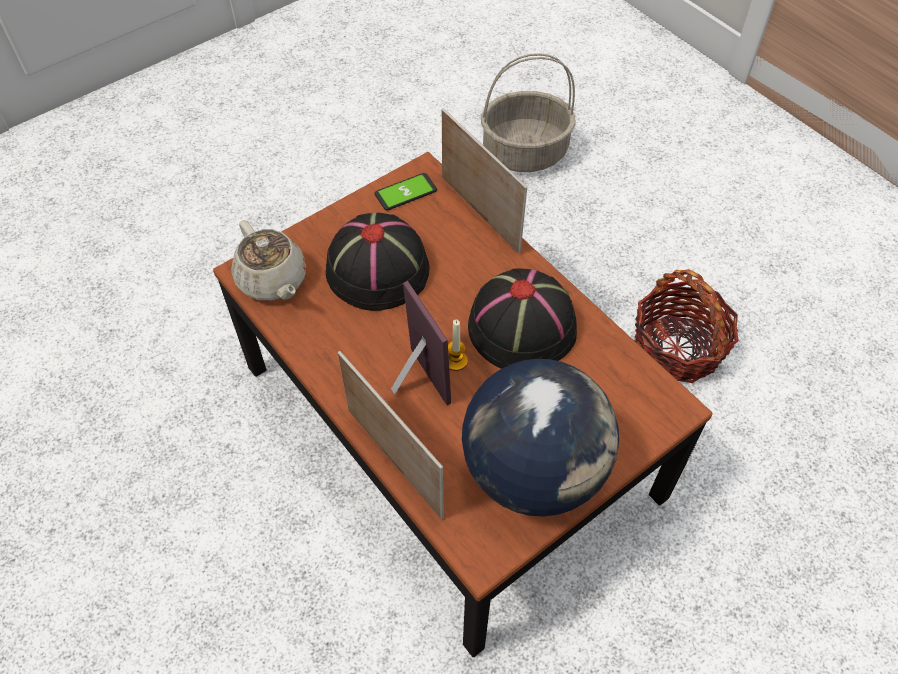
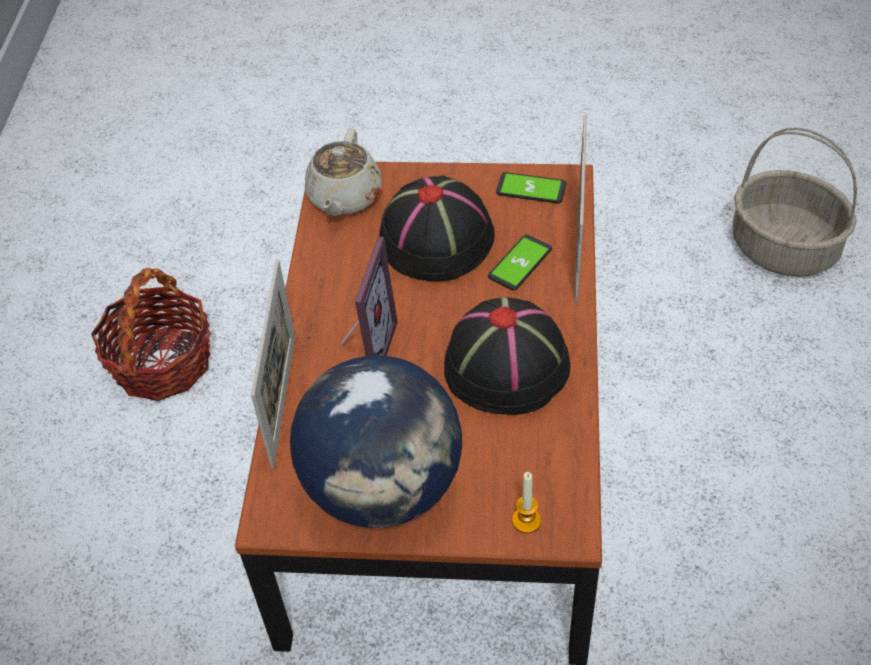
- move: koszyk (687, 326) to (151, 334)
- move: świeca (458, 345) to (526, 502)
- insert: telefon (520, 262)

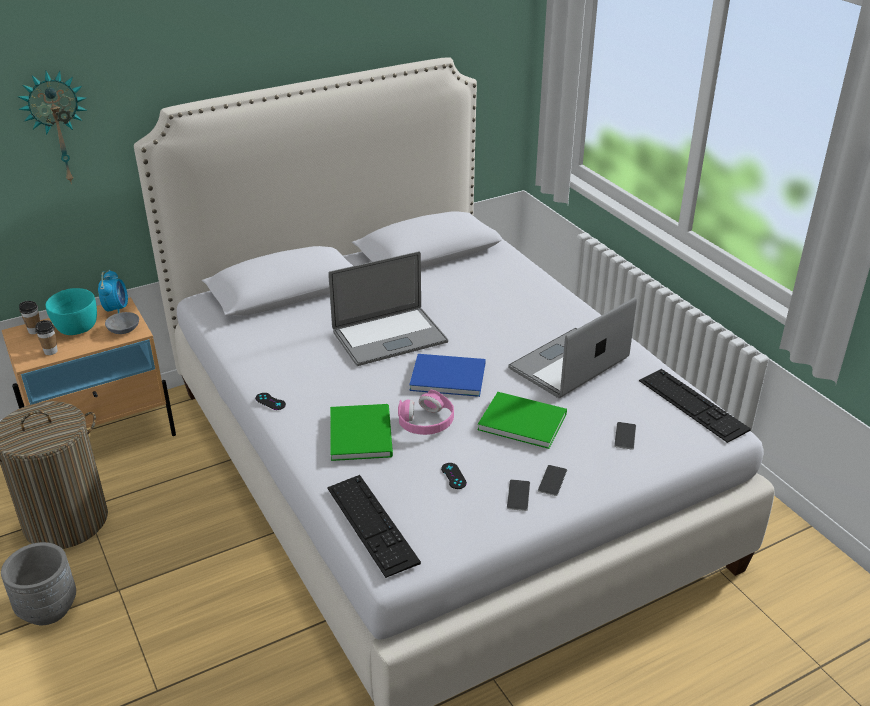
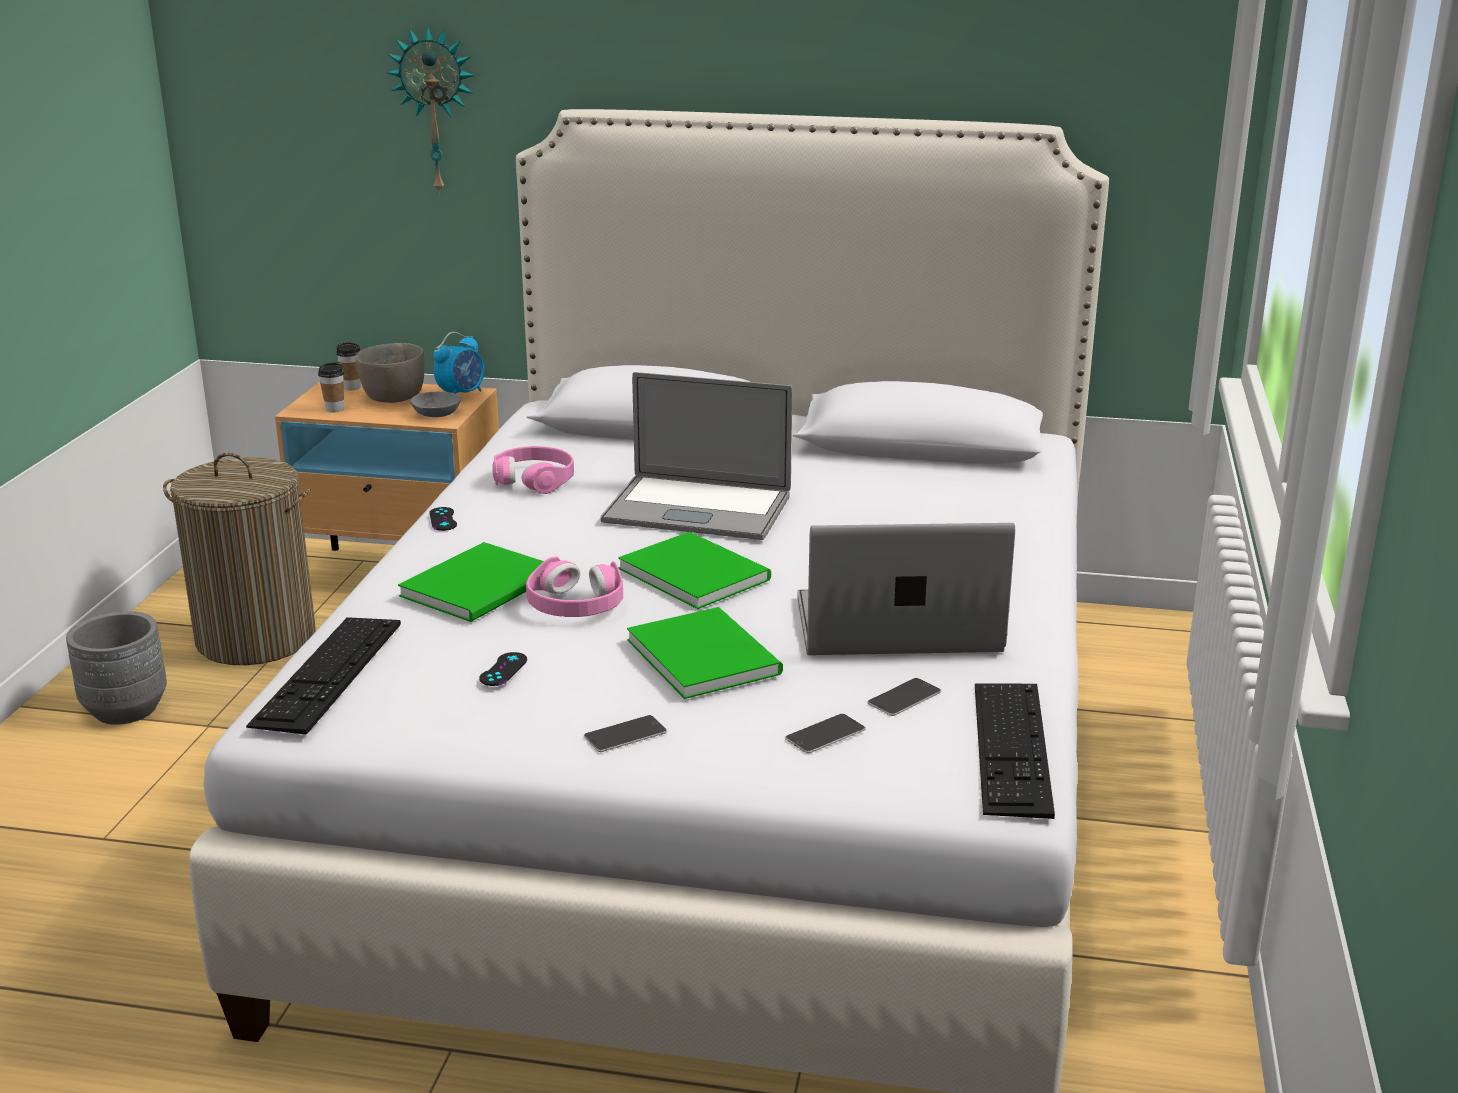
- recolor: miska (turkusowy) (71, 311) to miska (szary) (390, 373)
- recolor: książka (niebieski) (447, 375) to książka (zielony) (694, 570)
- move: telefon (518, 495) to (904, 697)
- insert: słuchawki (różowy) (533, 470)

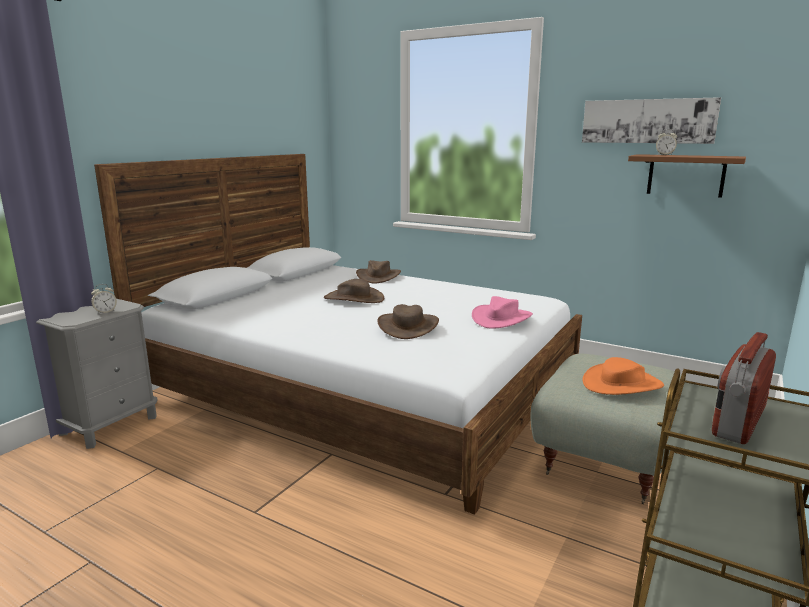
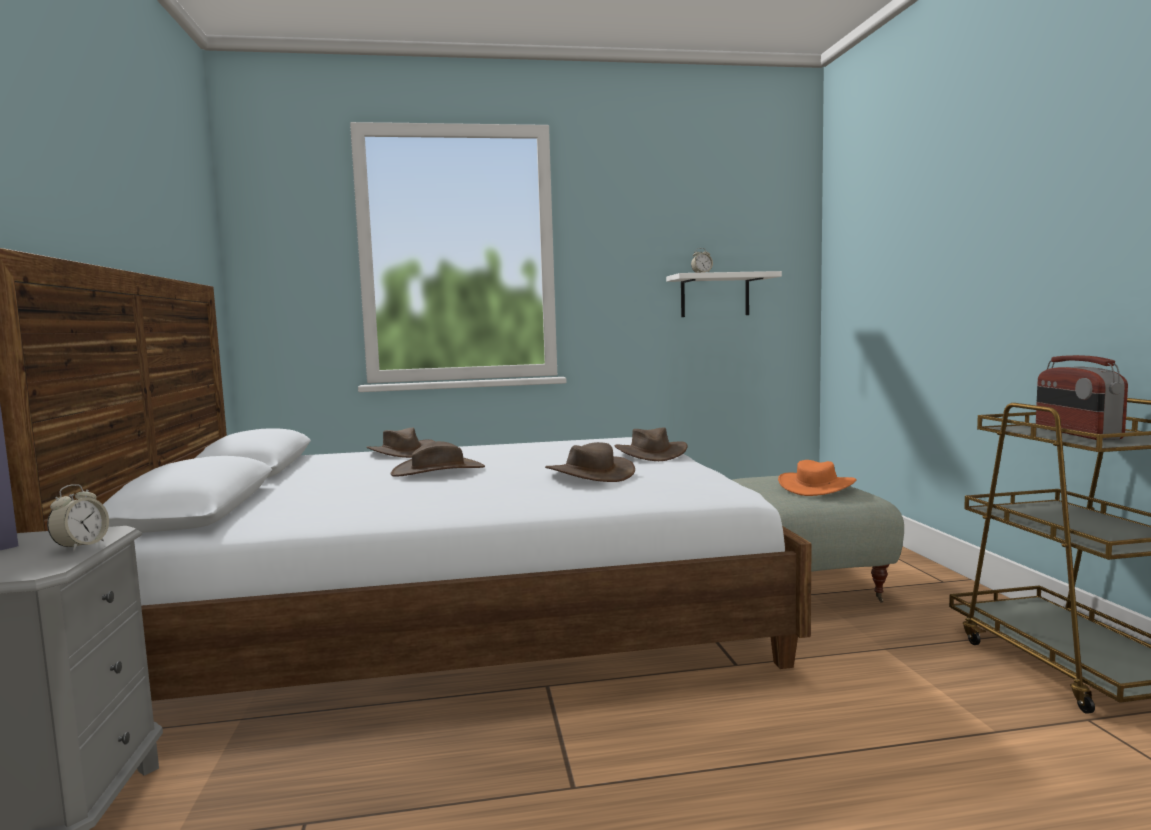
- delete: obraz (651, 120)
- recolor: półka (brązowy) (687, 176) to półka (biały) (724, 294)
- recolor: kapelusz (różowy) (502, 312) to kapelusz (brązowy) (651, 444)

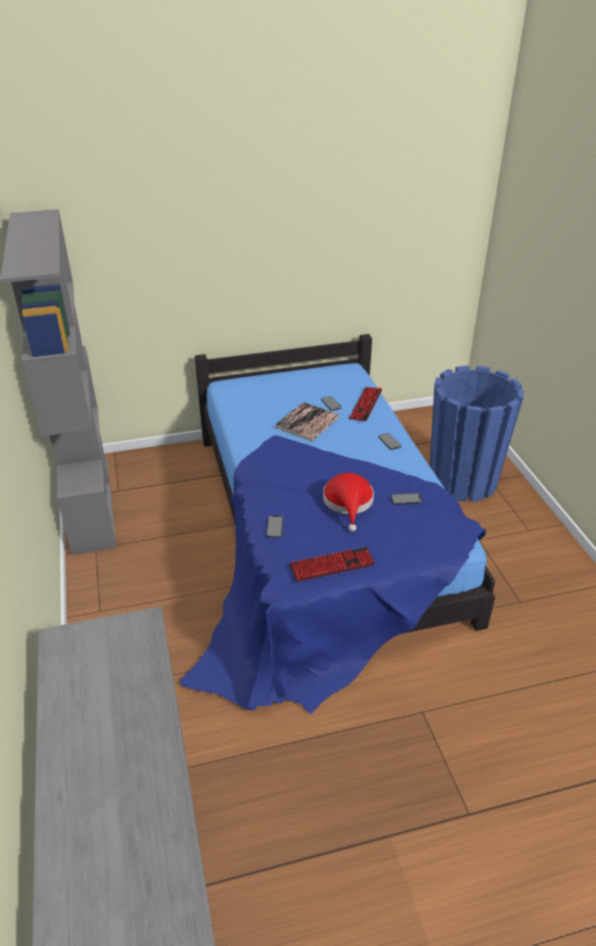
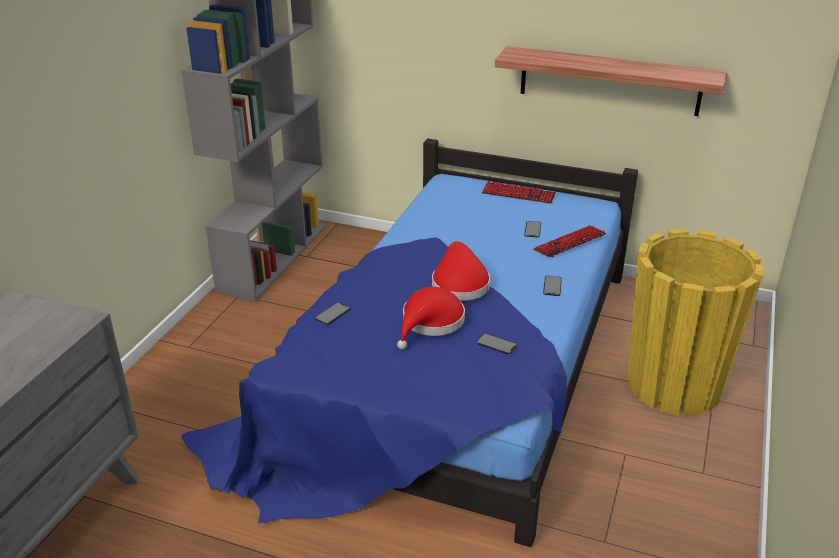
- recolor: donica (niebieski) (477, 433) to donica (żółty) (695, 322)
- delete: książka (307, 422)
- move: klawiatura (332, 564) to (519, 192)
- insert: półka (611, 81)
- insert: kapelusz (czerwony) (461, 271)

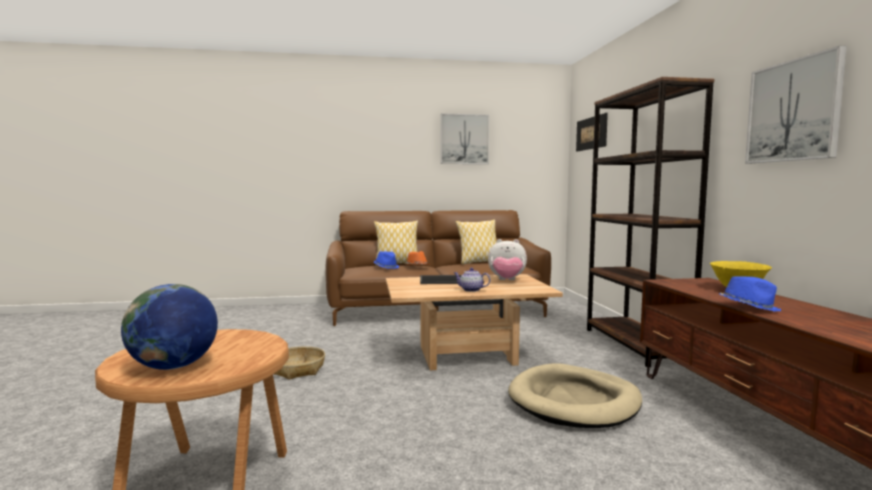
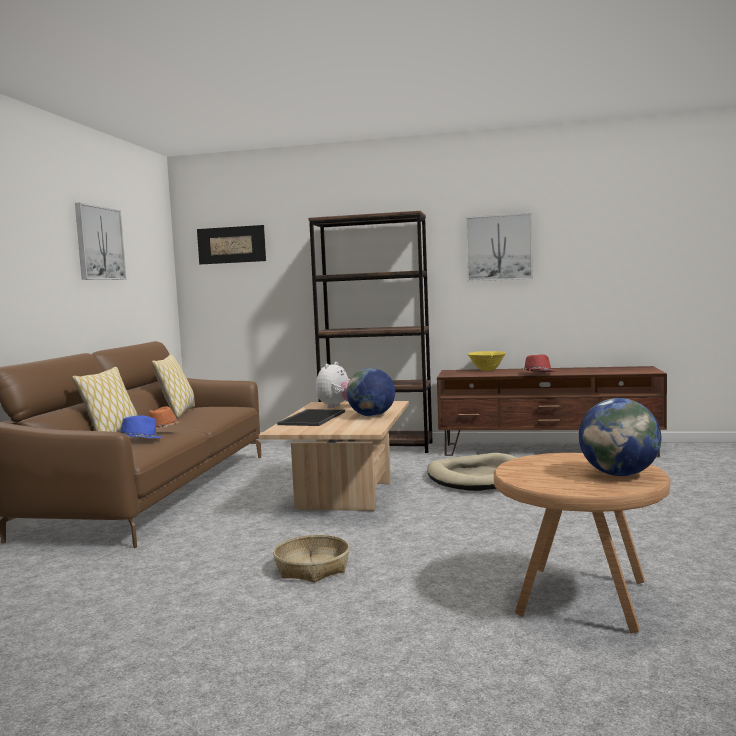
- replace: imbryk (472, 280) to globus (371, 392)
- recolor: kapelusz (niebieski) (750, 293) to kapelusz (czerwony) (538, 363)

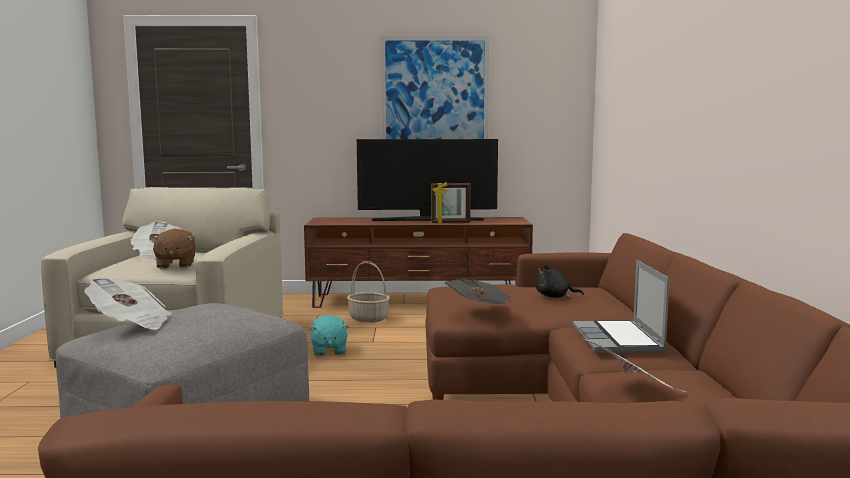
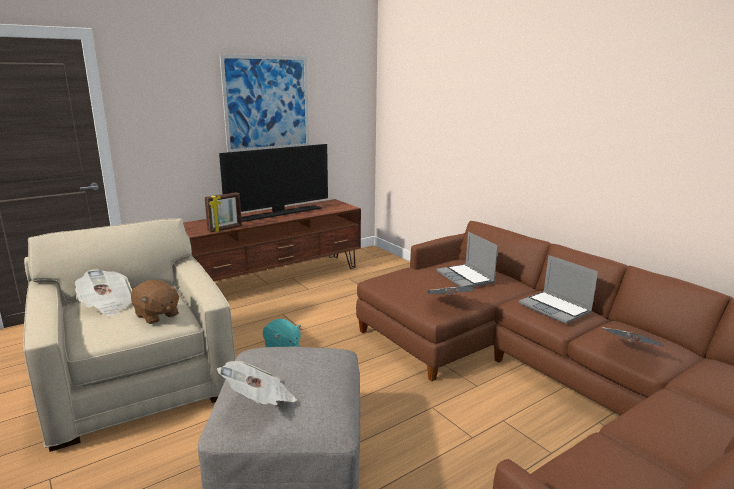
- move: ramka na zdjęcie (451, 202) to (223, 212)
- delete: koszyk (368, 291)
- replace: pluszak (czarny) (559, 281) to laptop (467, 259)

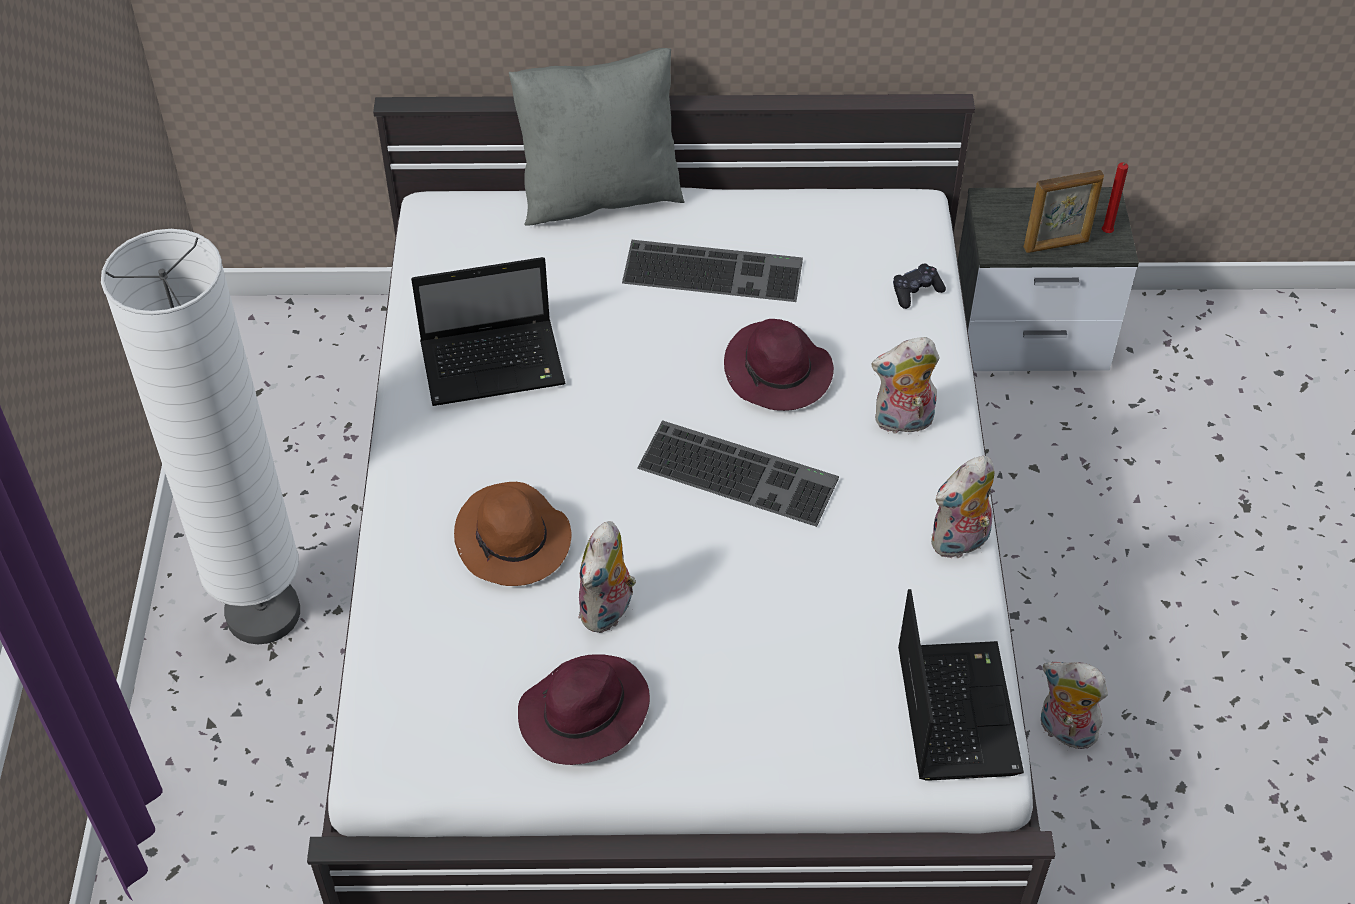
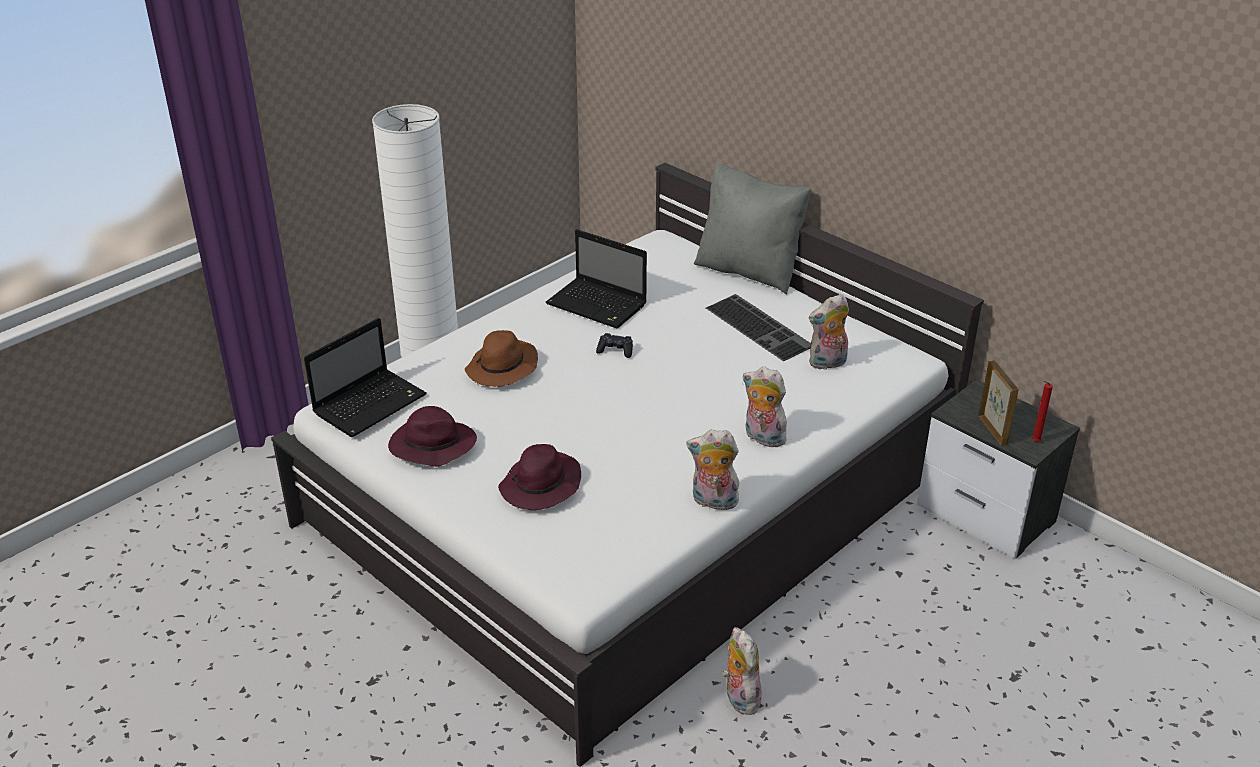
- rotate: ramka na zdjęcie (1064, 211) = (999, 403) 135 degrees counterclockwise
- move: pad do gier (czarny) (919, 286) to (614, 345)
- move: kapelusz (fioletowy) (779, 365) to (539, 477)
- delete: klawiatura (738, 473)
- move: pluszak (607, 577) to (829, 332)
- move: laptop (961, 685) to (365, 377)

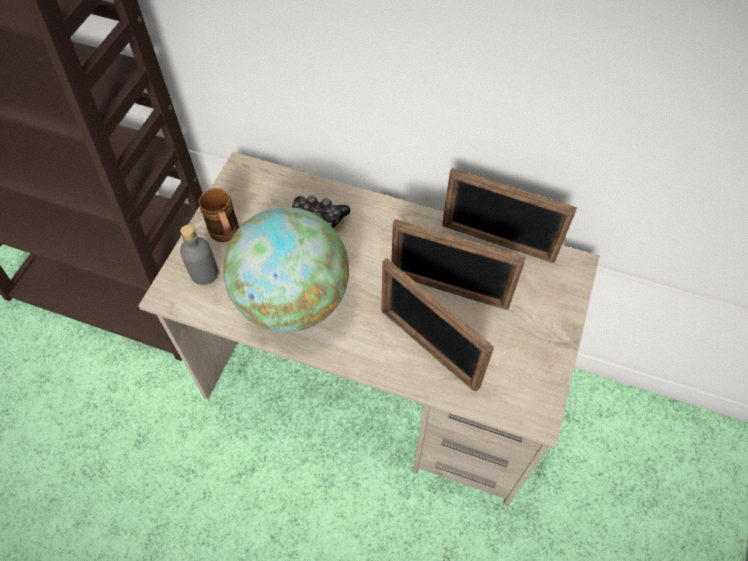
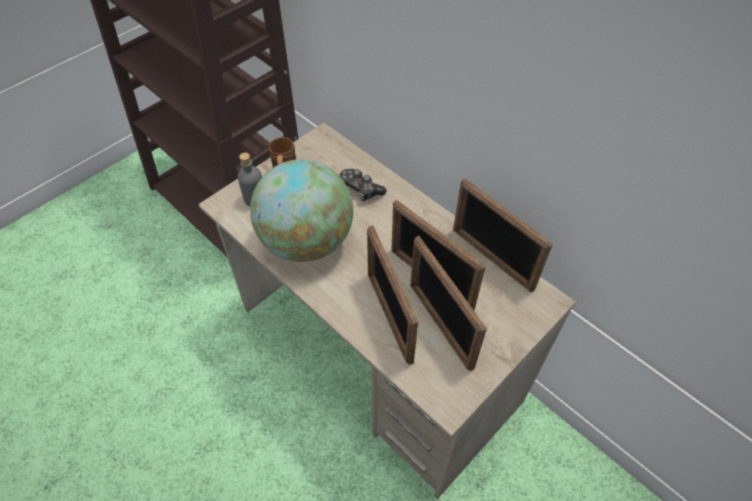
- insert: ramka na zdjęcie (448, 303)

